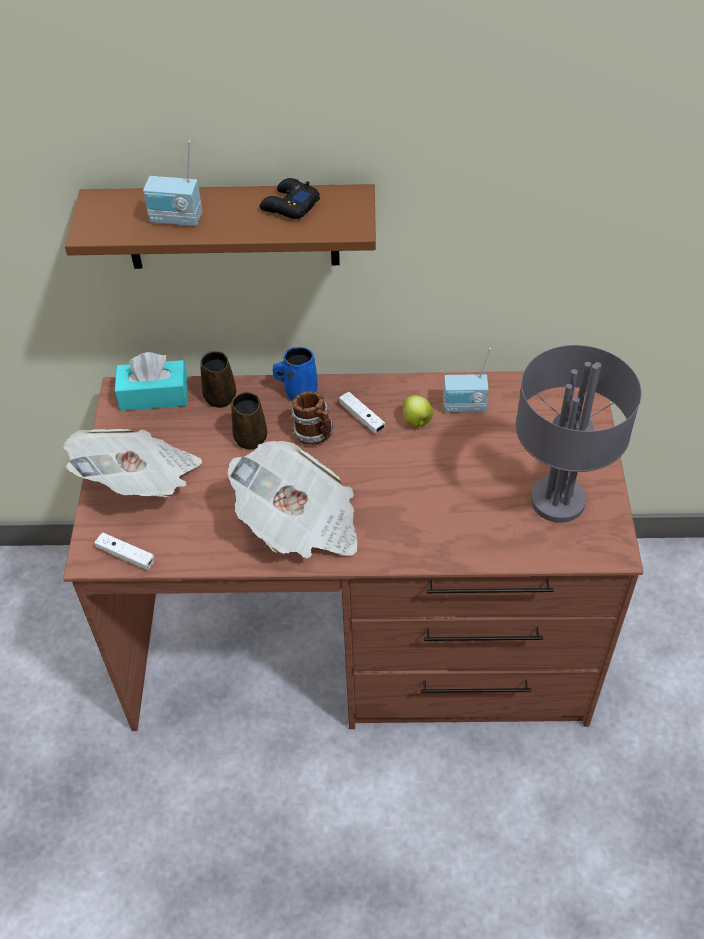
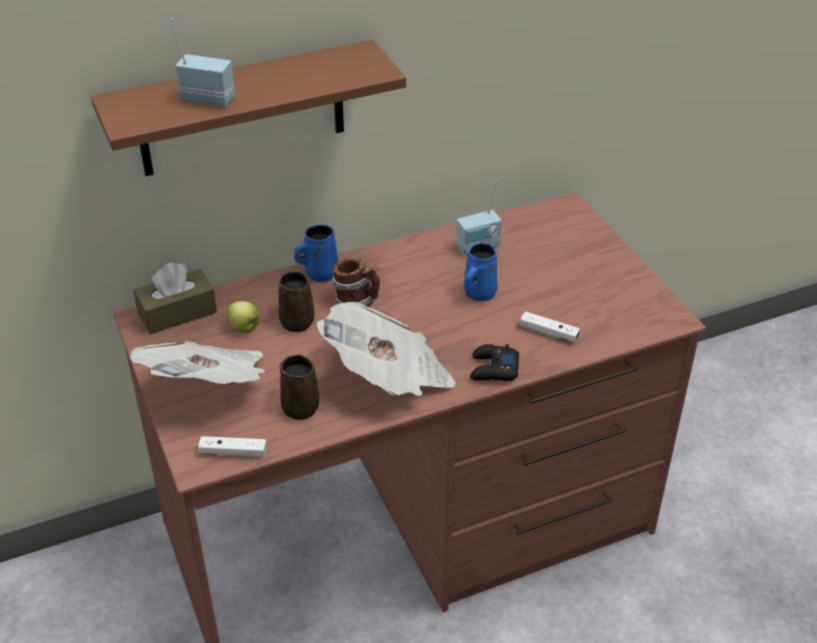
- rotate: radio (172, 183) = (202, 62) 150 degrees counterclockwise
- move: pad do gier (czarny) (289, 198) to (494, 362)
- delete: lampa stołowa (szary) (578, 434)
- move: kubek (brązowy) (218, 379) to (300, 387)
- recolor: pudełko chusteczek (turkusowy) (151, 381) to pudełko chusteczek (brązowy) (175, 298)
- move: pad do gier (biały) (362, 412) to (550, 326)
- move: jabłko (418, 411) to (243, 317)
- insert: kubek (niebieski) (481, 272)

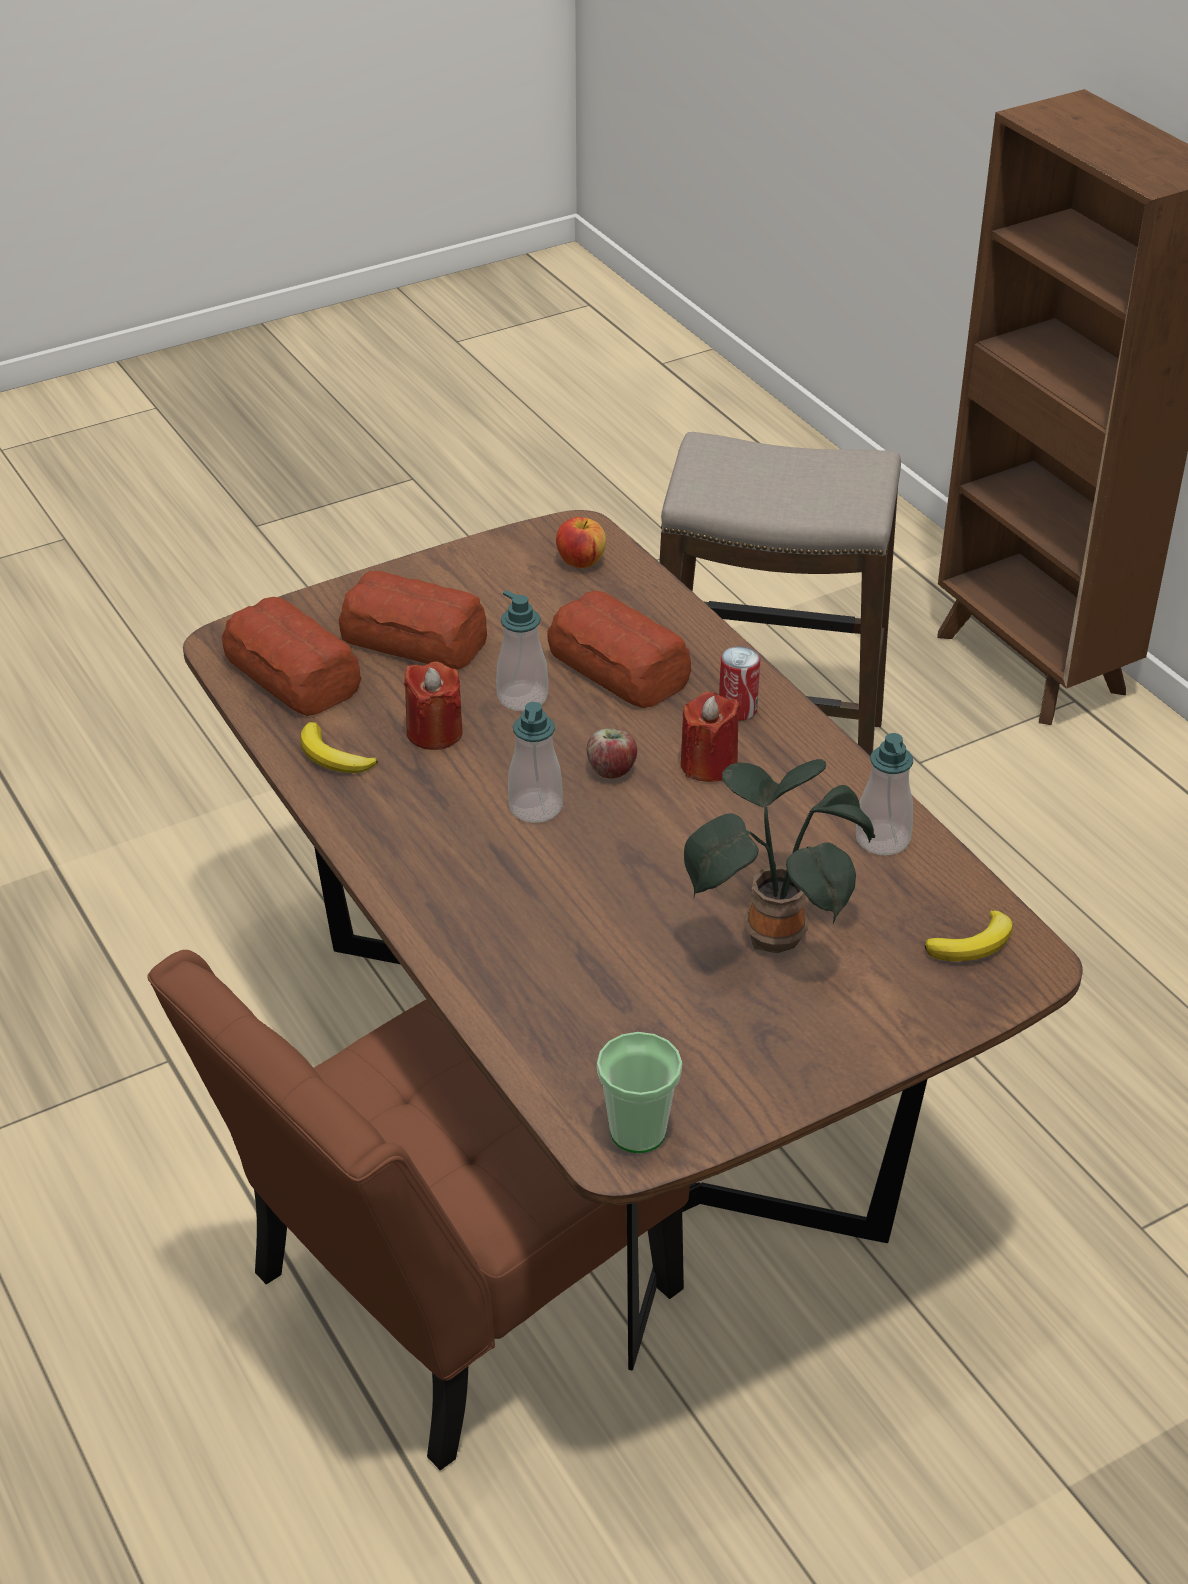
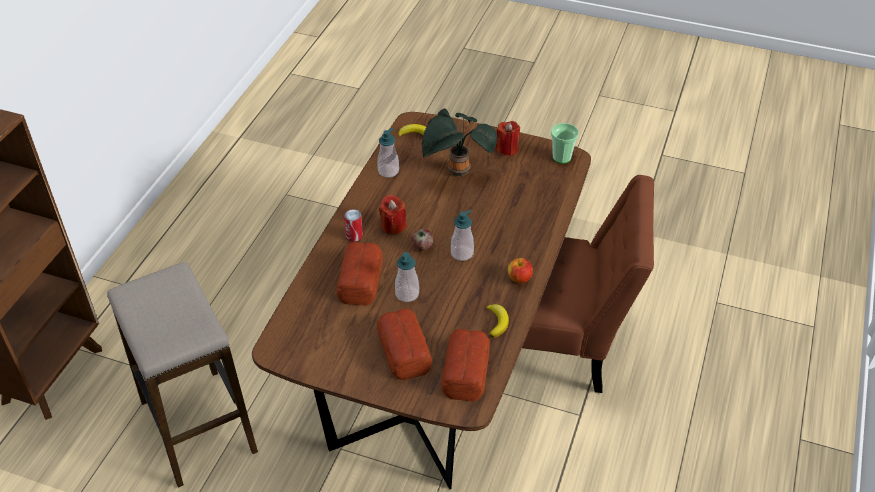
- move: jabłko (581, 542) to (520, 271)
- move: świeca (czerwony) (433, 705) to (507, 138)

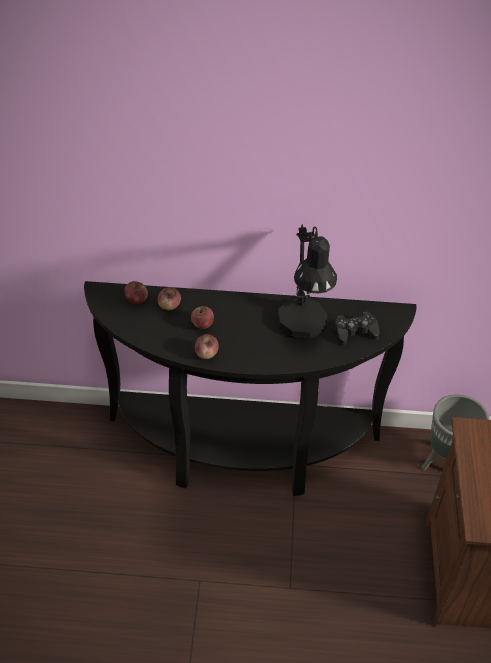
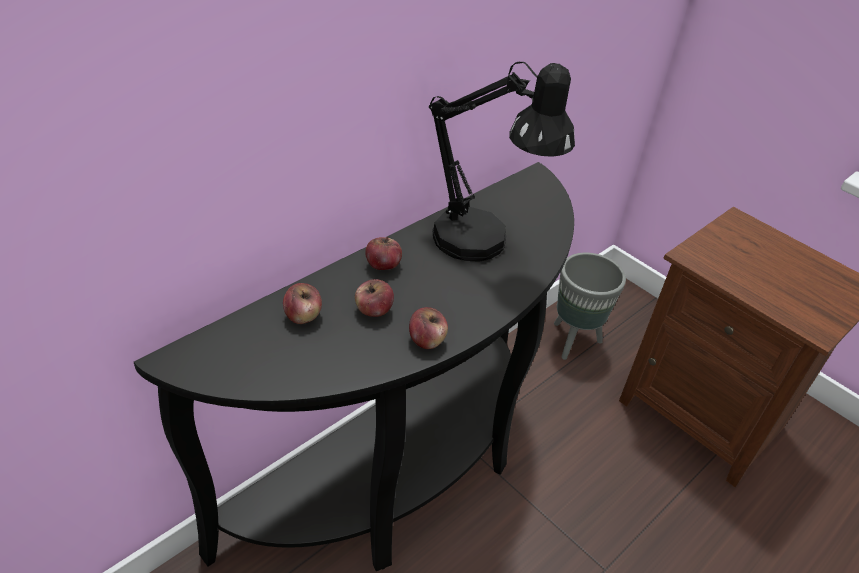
- move: jabłko (136, 292) to (383, 253)
- delete: pad do gier (czarny) (357, 328)

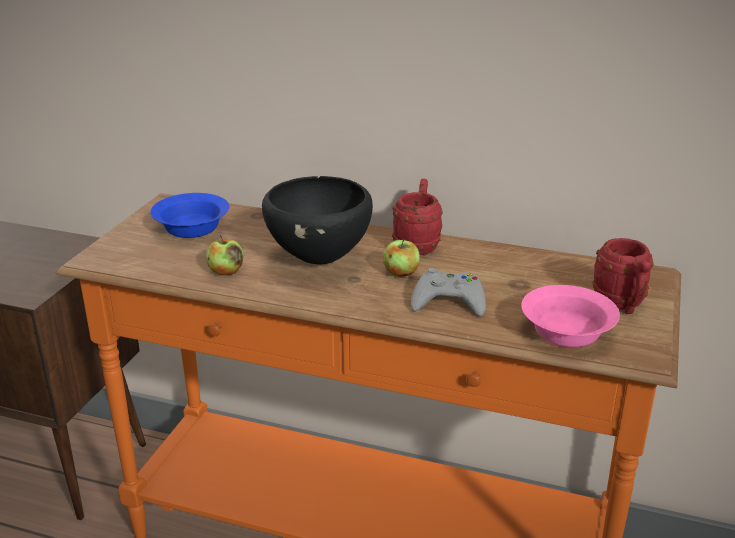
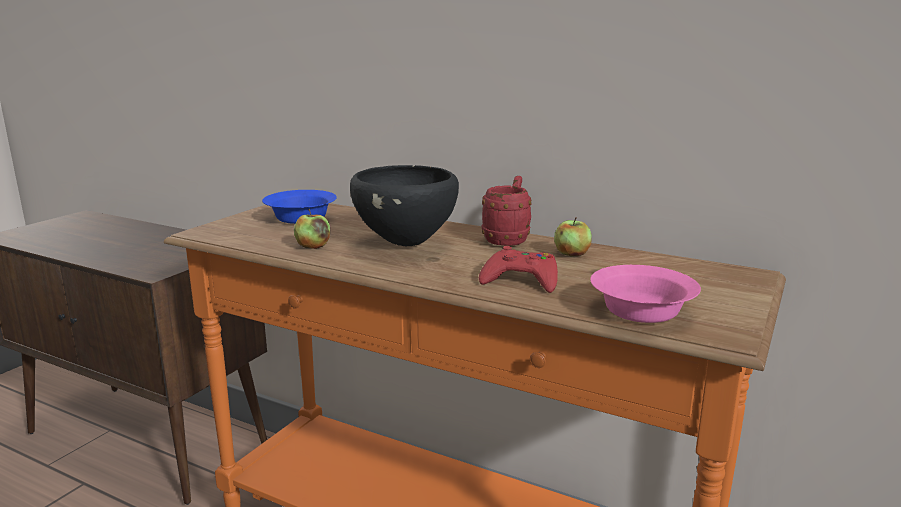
- delete: kubek (czerwony) (623, 276)
- move: jabłko (401, 258) to (573, 236)
- recolor: pad do gier (szary) (448, 292) to pad do gier (czerwony) (518, 269)

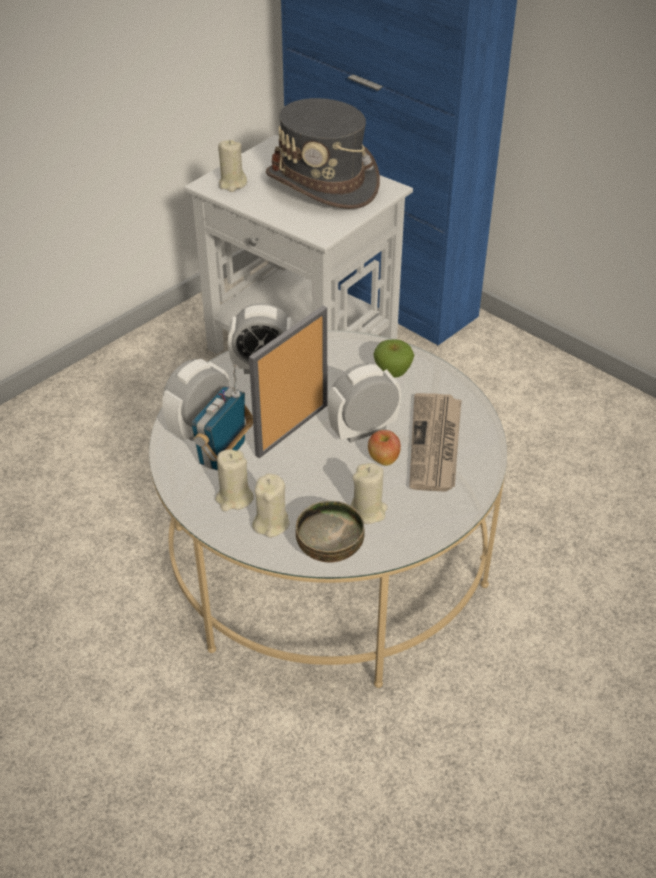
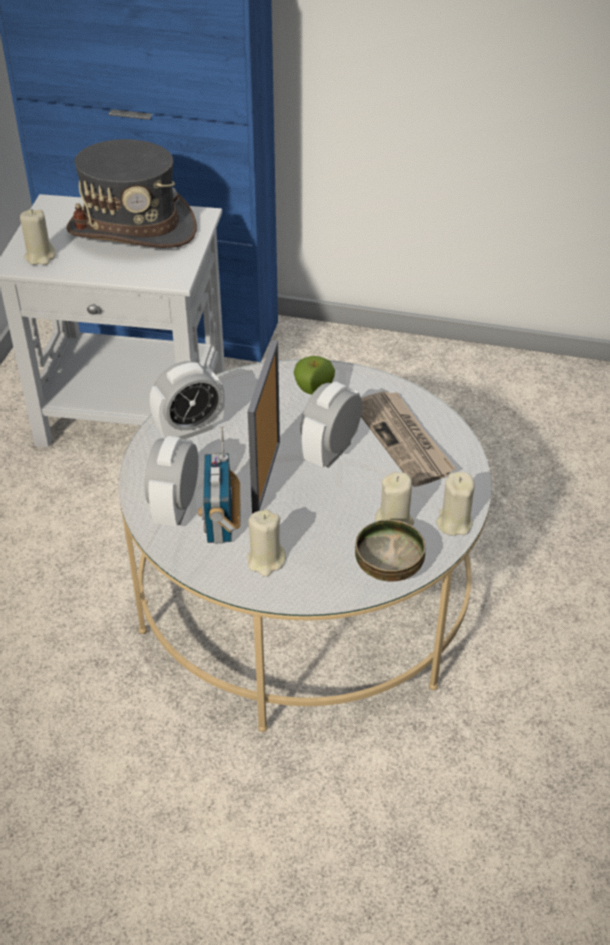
- delete: jabłko (384, 448)
- move: świeca (beżowy) (271, 505) to (455, 504)

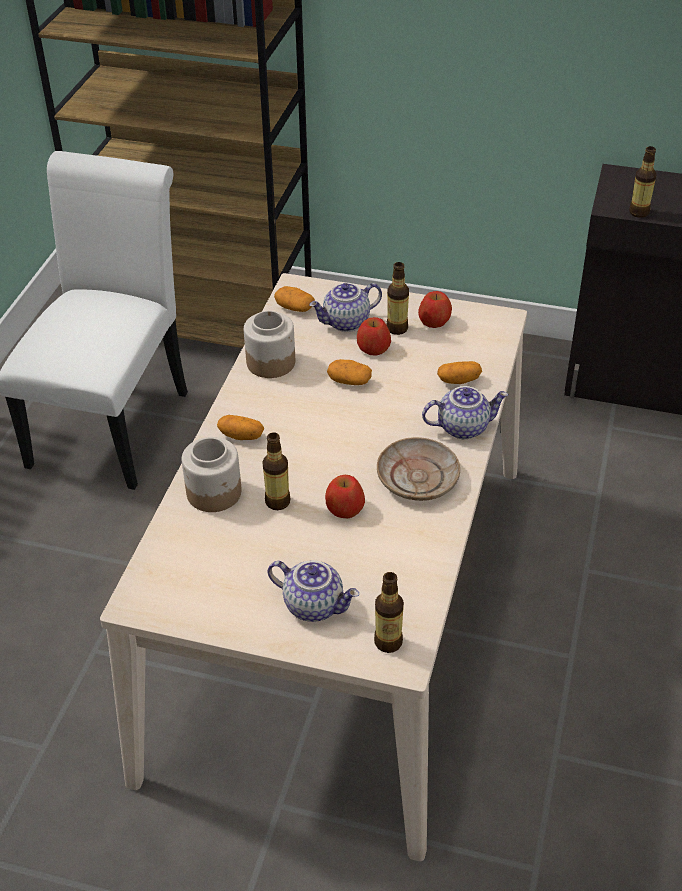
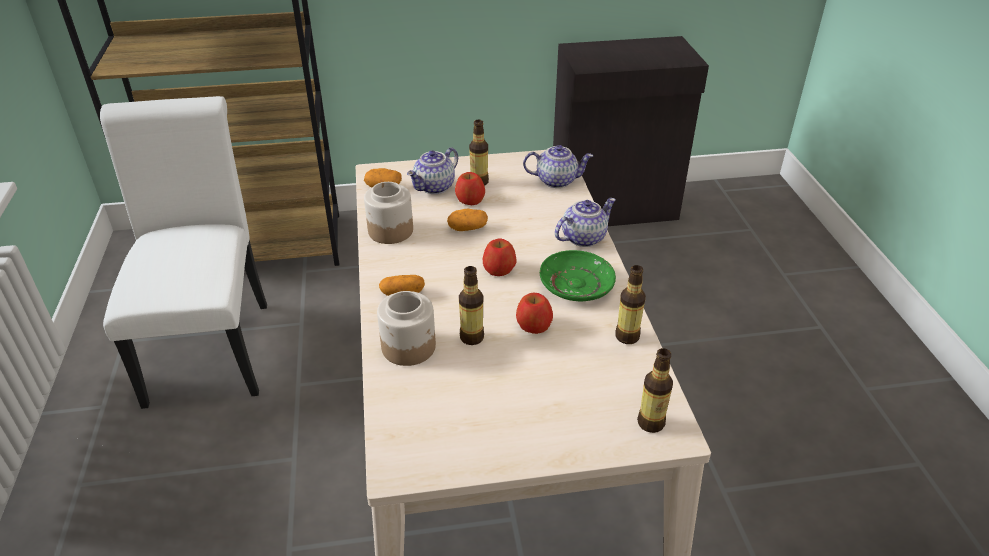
- move: butelka (643, 182) to (630, 304)
- move: jabłko (435, 309) to (500, 257)
- delete: ziemniak (459, 372)
- recolor: talerz (beżowy) (418, 469) to talerz (zielony) (578, 275)
- move: imbryk (313, 591) to (558, 166)

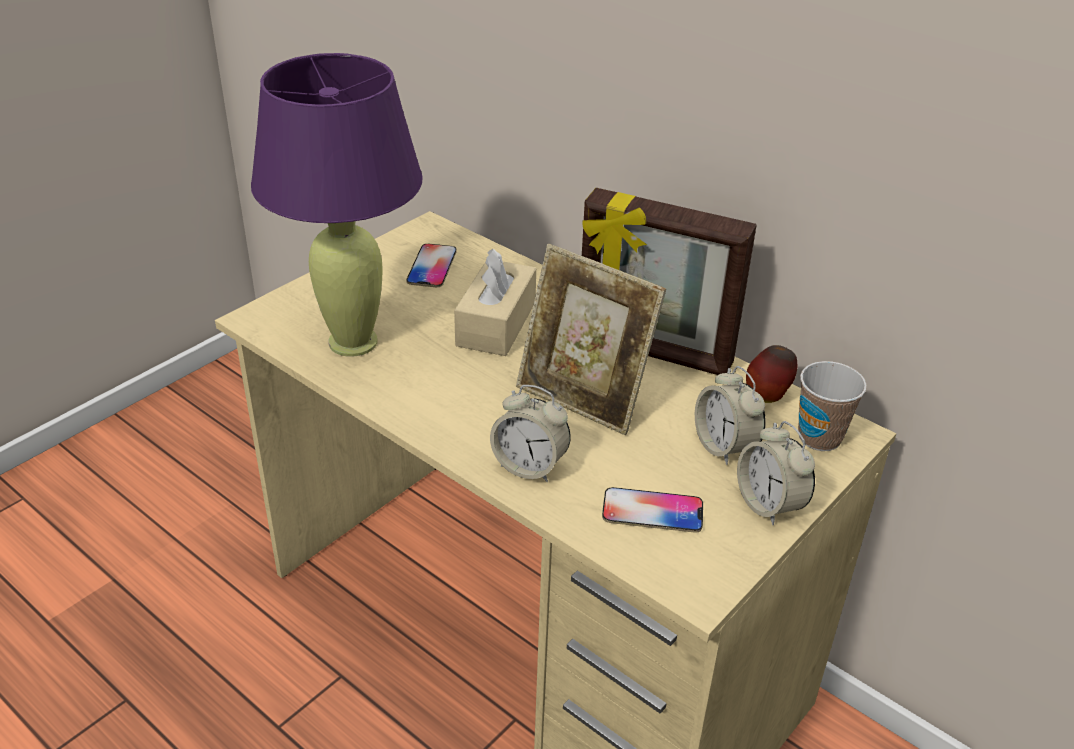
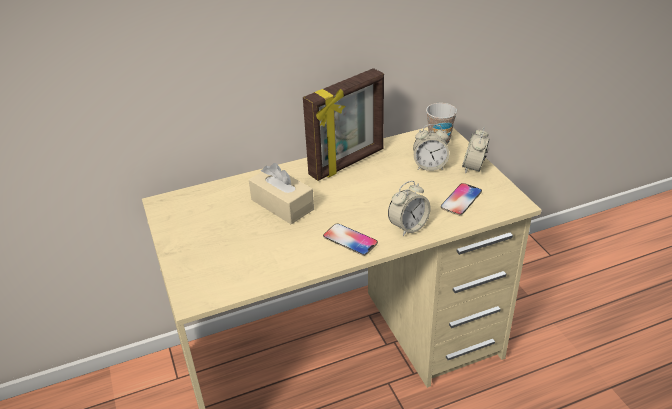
- delete: lampa stołowa (fioletowy) (337, 205)
- move: telefon (432, 265) to (350, 240)
- delete: ramka na zdjęcie (591, 339)
- delete: jabłko (771, 374)
- rotate: budzik (776, 473) = (476, 150) 105 degrees clockwise

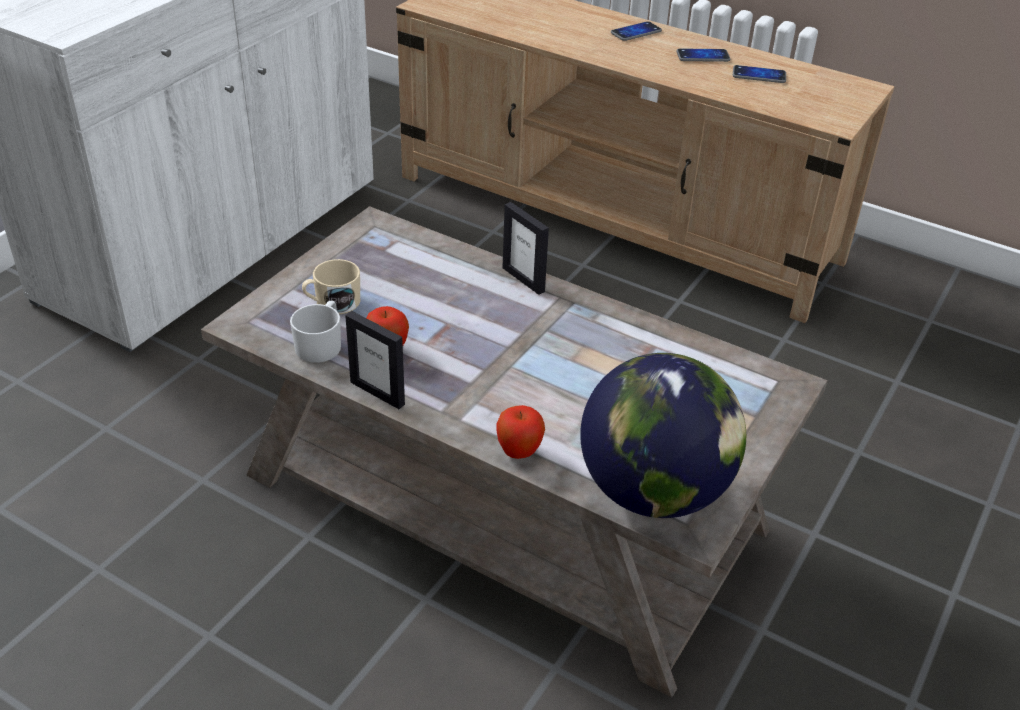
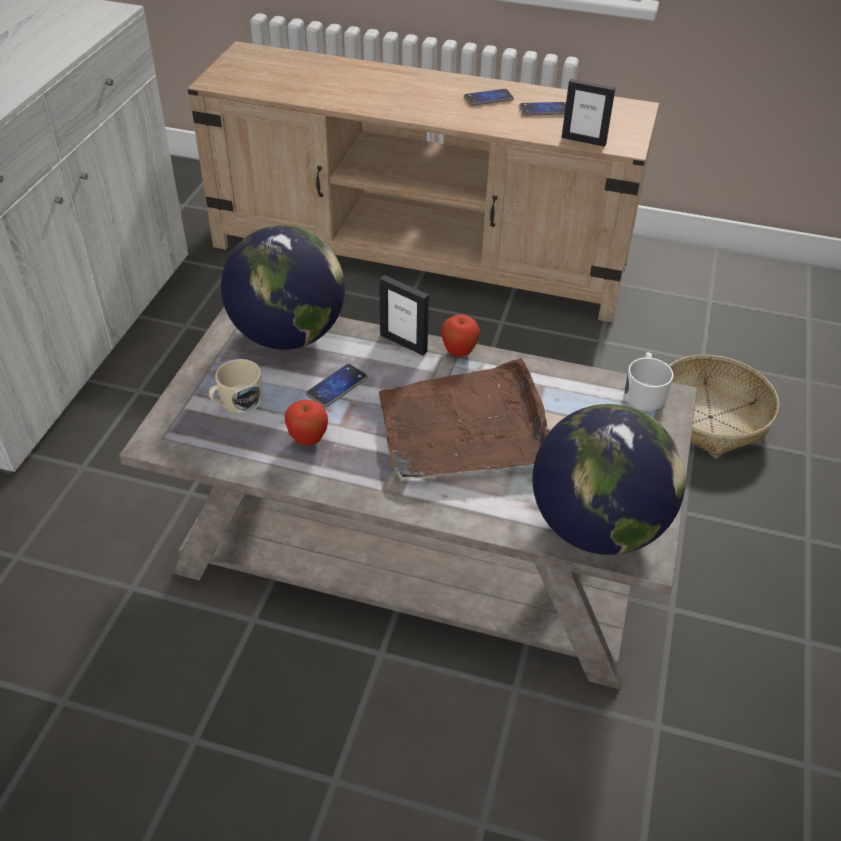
- move: telefon (636, 31) to (337, 385)
- move: kubek (biały) (315, 332) to (649, 381)
- move: ramka na zdjęcie (375, 360) to (589, 113)
- move: jabłko (520, 432) to (461, 335)
- insert: globus (283, 287)
- insert: koszyk (724, 405)
- insert: taca (brązowy) (464, 417)

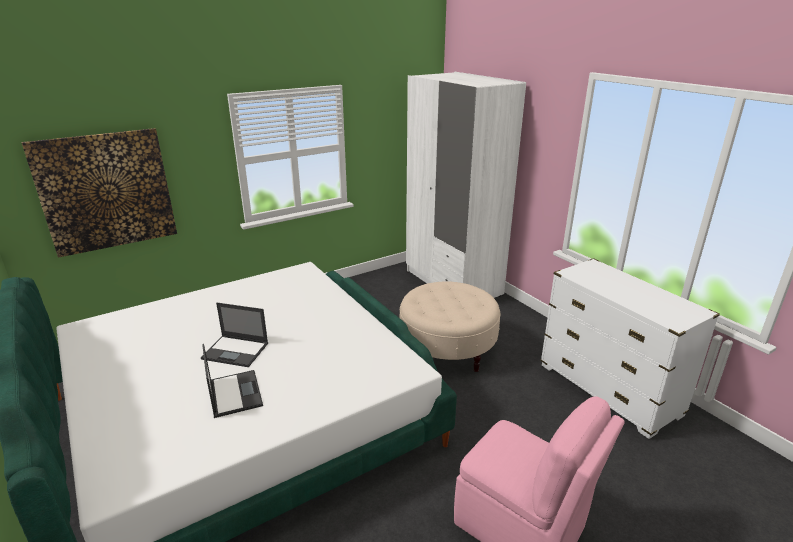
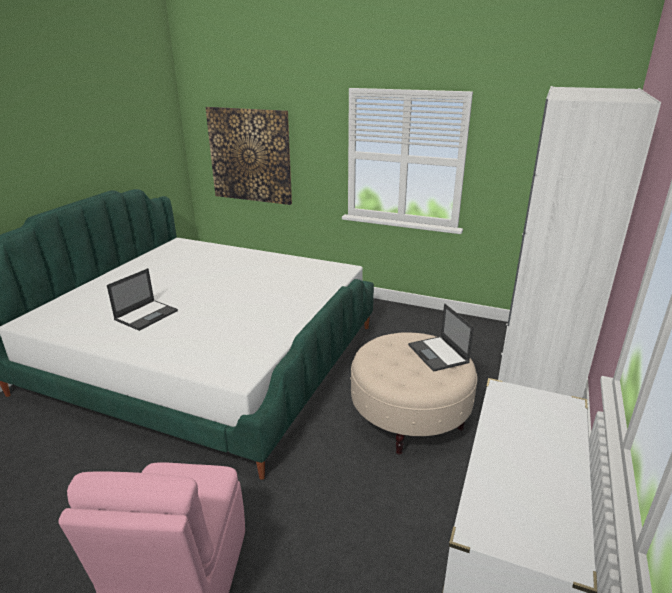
- move: laptop (234, 335) to (441, 337)

